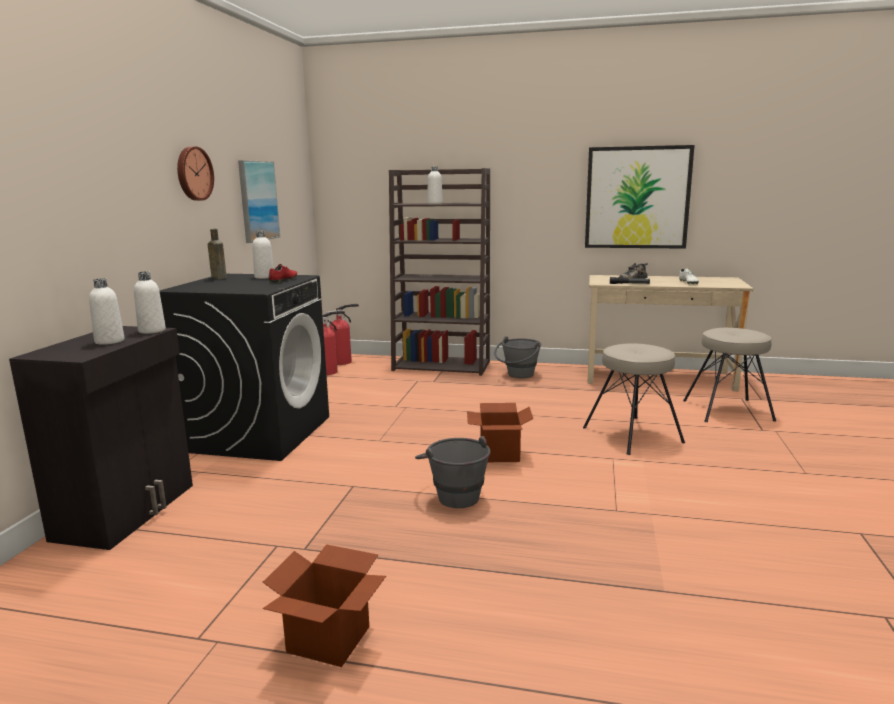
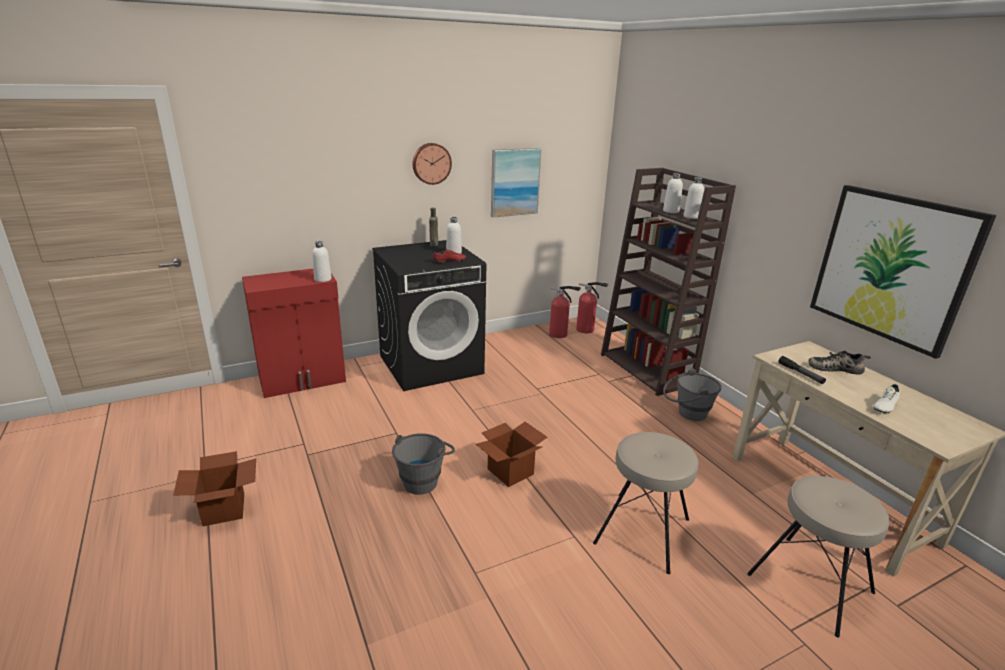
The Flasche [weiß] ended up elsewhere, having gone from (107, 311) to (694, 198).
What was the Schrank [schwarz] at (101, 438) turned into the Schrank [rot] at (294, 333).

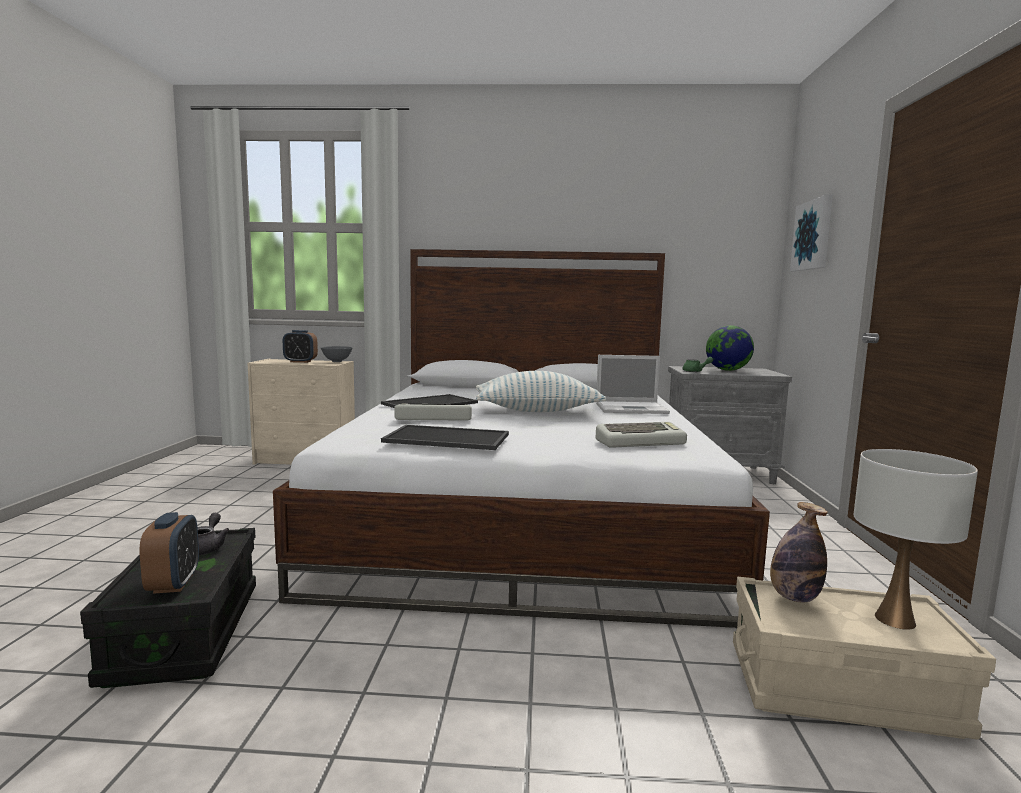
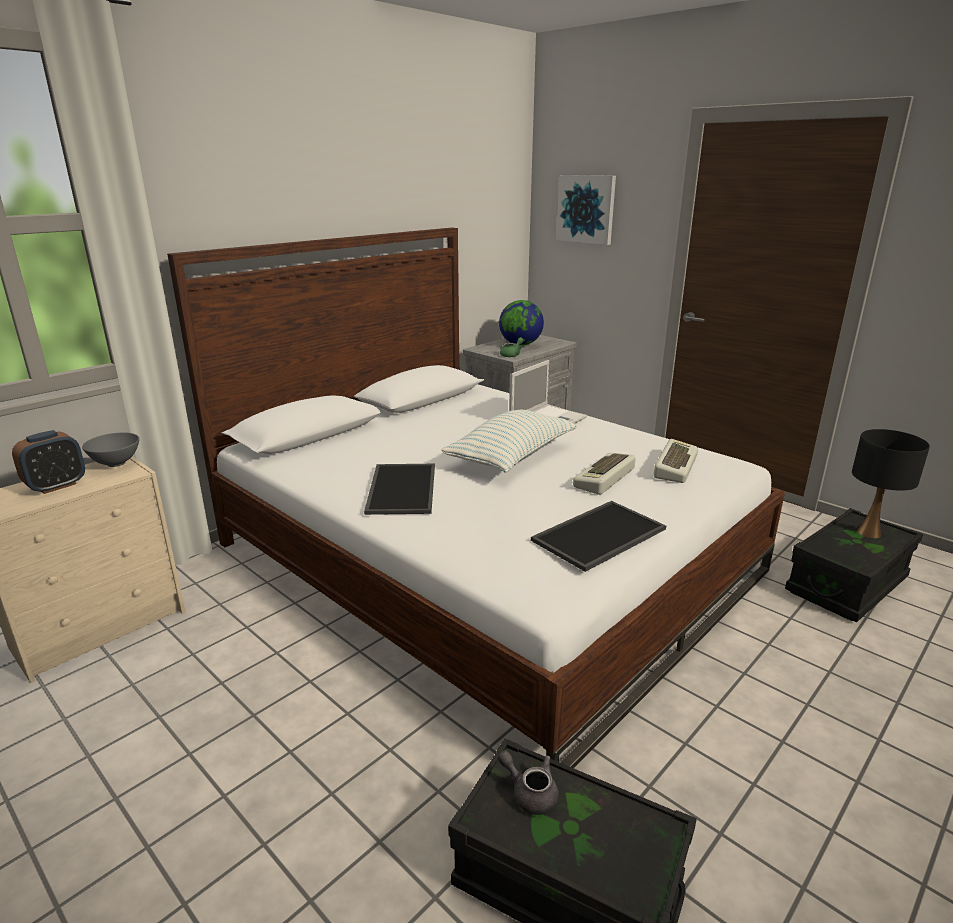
The second view lost the Wecker at (169, 553).
The second view lost the Flasche at (799, 552).
The Tastatur ended up elsewhere, having gone from (433, 412) to (604, 474).
What was the Aufbewahrungsbox [beige] at (864, 658) turned into the Aufbewahrungsbox [schwarz] at (854, 565).
What was the Tischlampe [weiß] at (916, 539) turned into the Tischlampe [schwarz] at (891, 483).

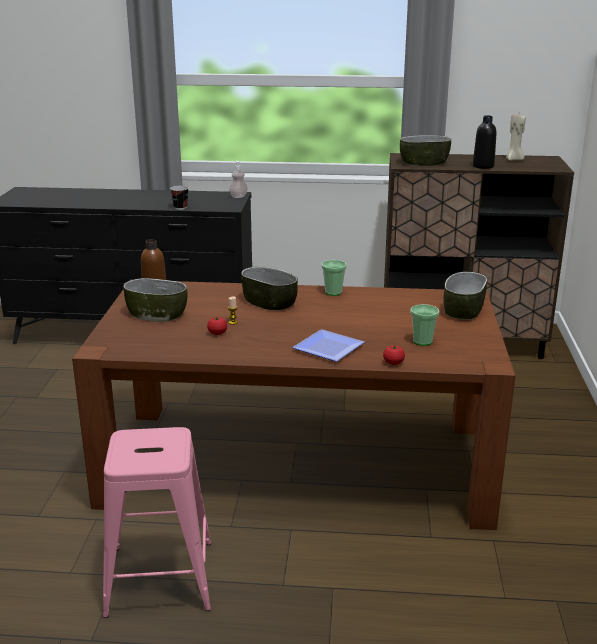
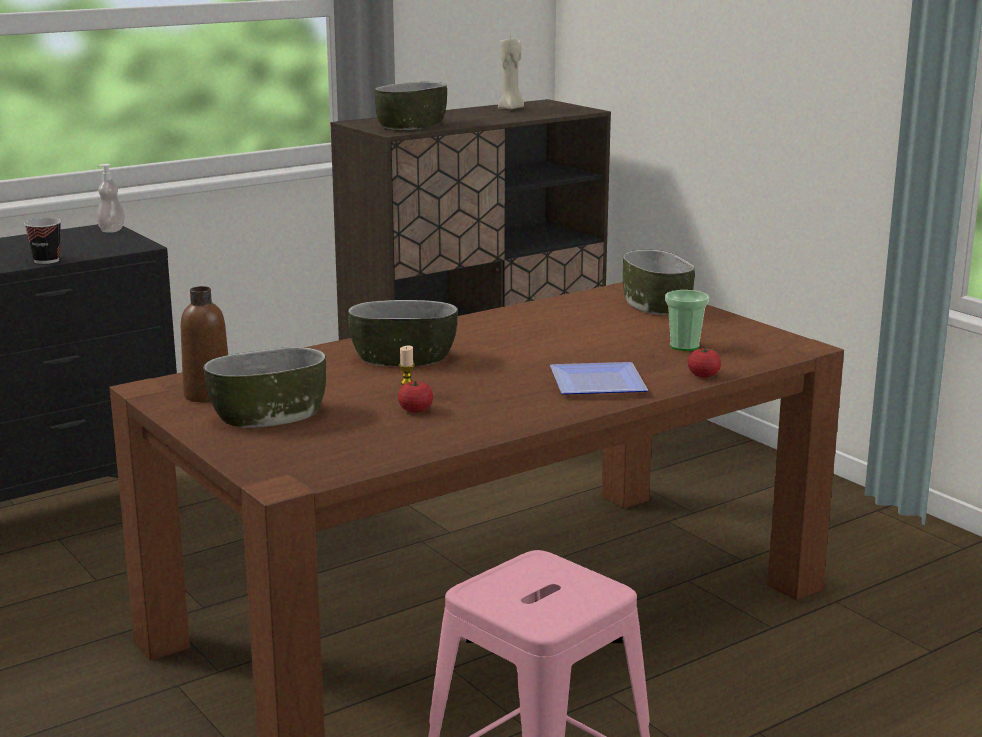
The second view lost the Tasse at (334, 278).
The second view lost the Flasche [schwarz] at (484, 142).

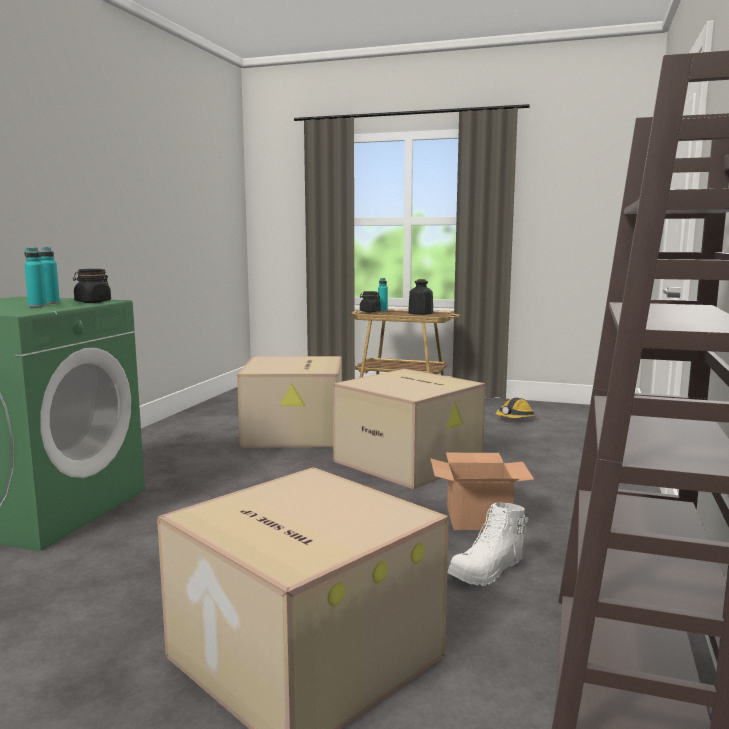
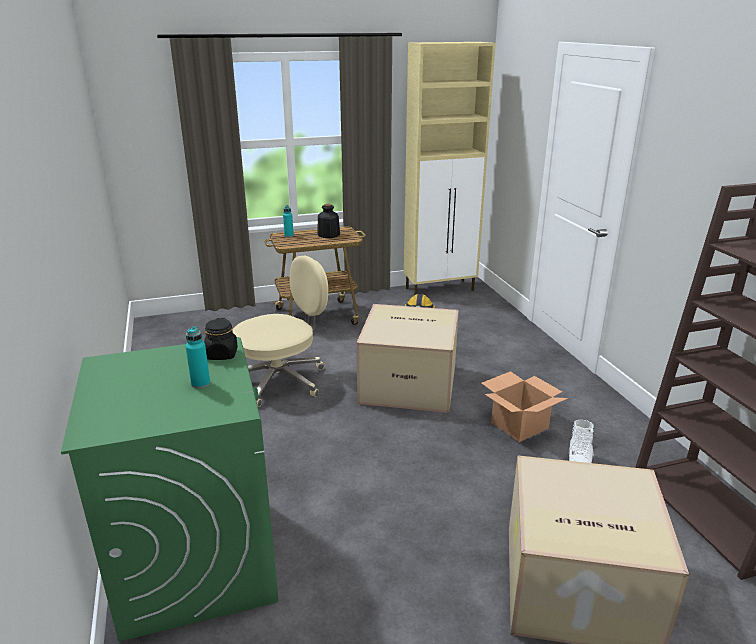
The second view lost the Flasche [türkis] at (50, 275).
The second view lost the Vorratsglas [schwarz] at (370, 301).
The second view gained the Schrank [beige] at (450, 168).
Where the Karton stood at (289, 402), the Bürostuhl [beige] came to stand at (280, 331).

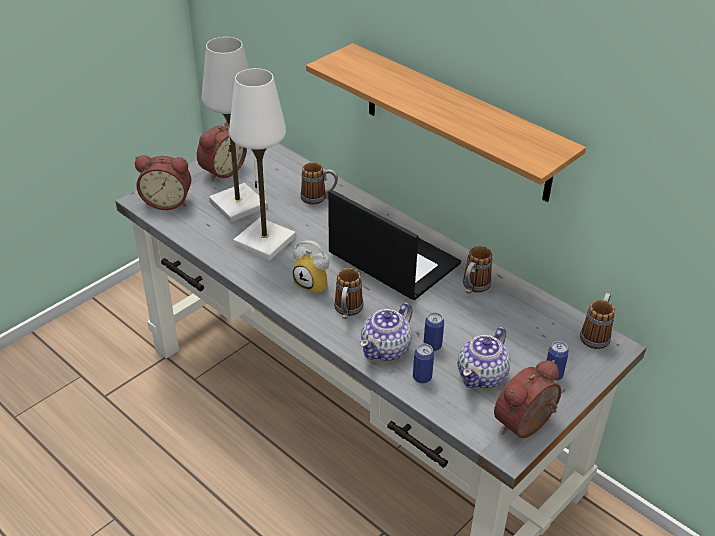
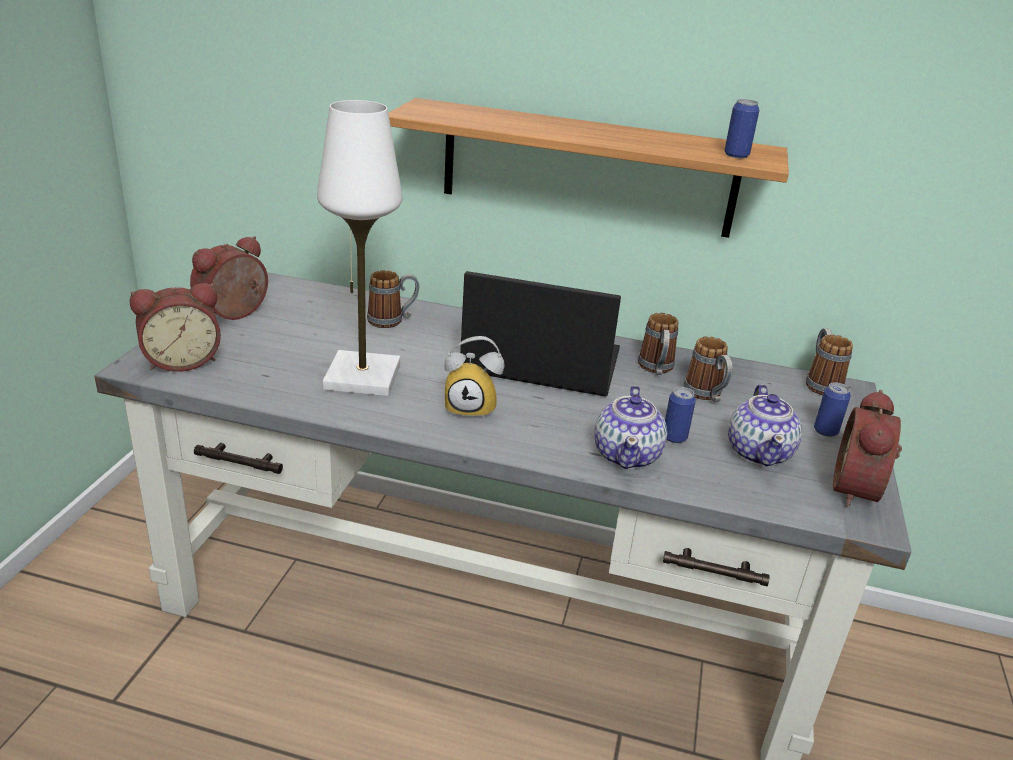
The second view lost the Tischlampe [weiß] at (234, 130).
The Henkelbecher ended up elsewhere, having gone from (348, 293) to (708, 369).
The Dose ended up elsewhere, having gone from (423, 363) to (741, 128).
The Wecker at (222, 151) ended up facing another way, 150 degrees counterclockwise from before.

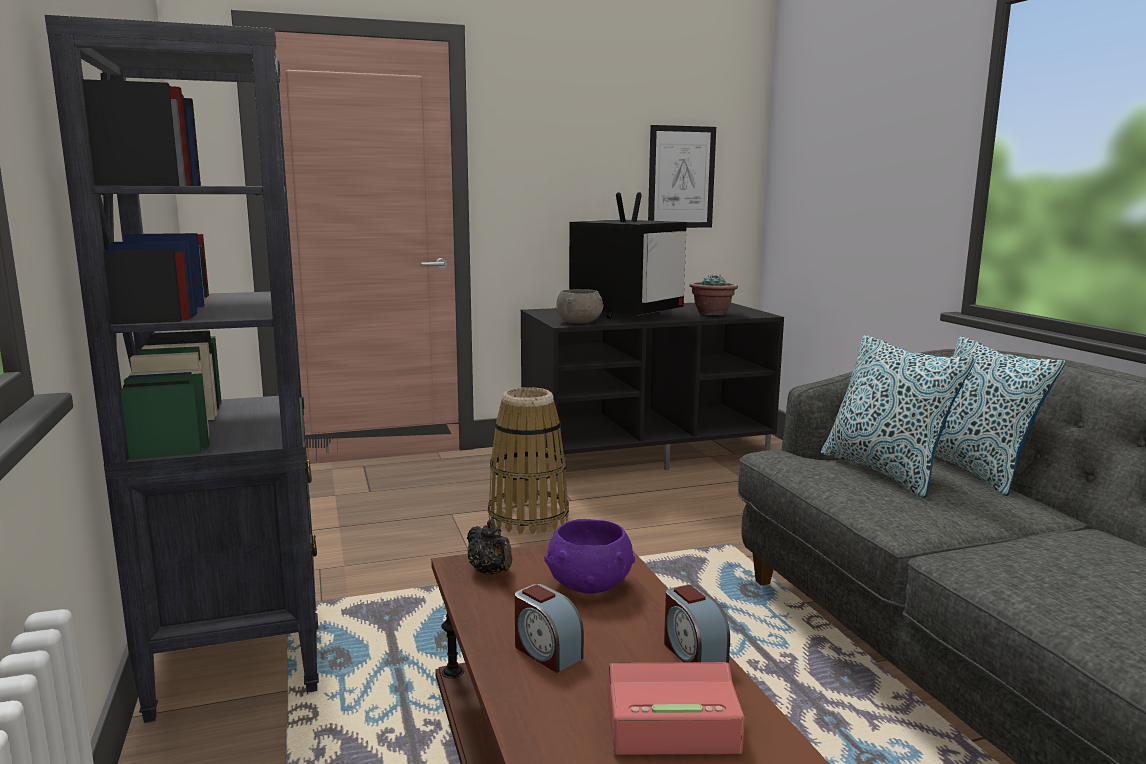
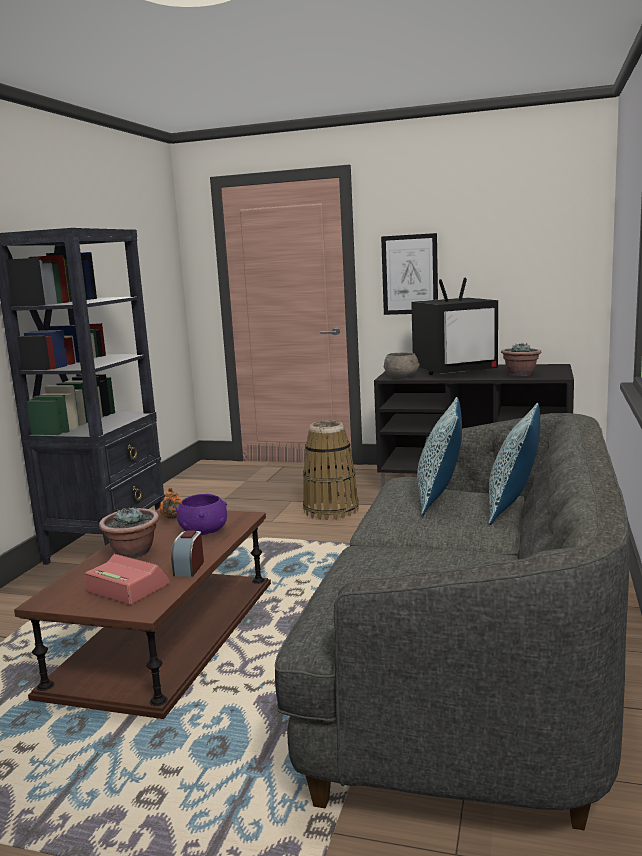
The Bild ended up elsewhere, having gone from (682, 176) to (409, 274).
Where the Wecker stood at (549, 628), the Topfpflanze came to stand at (129, 532).
What was the Teekanne [schwarz] at (489, 547) turned into the Teekanne [orange] at (170, 503).

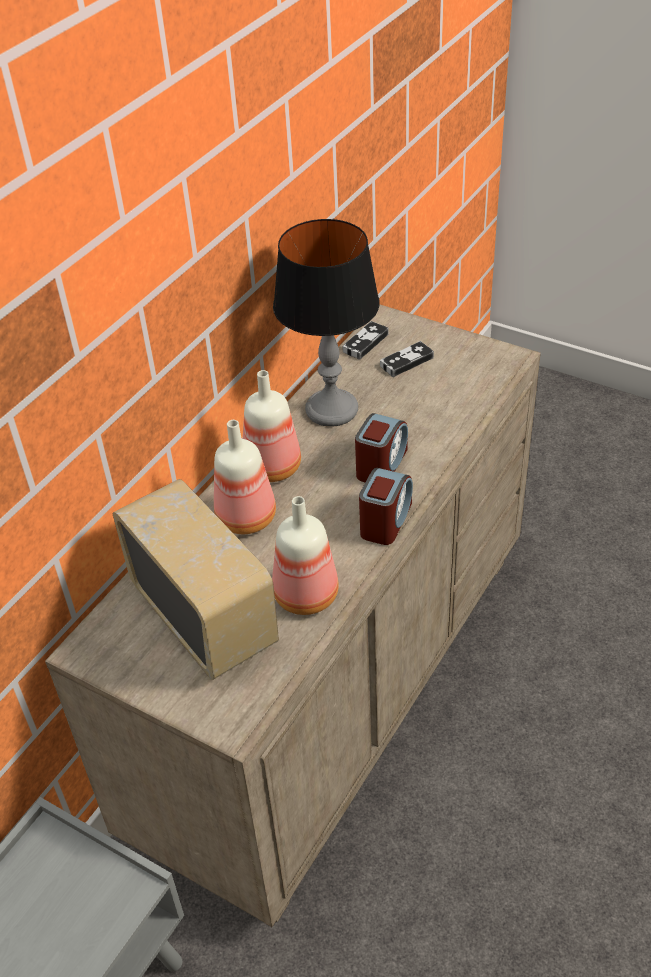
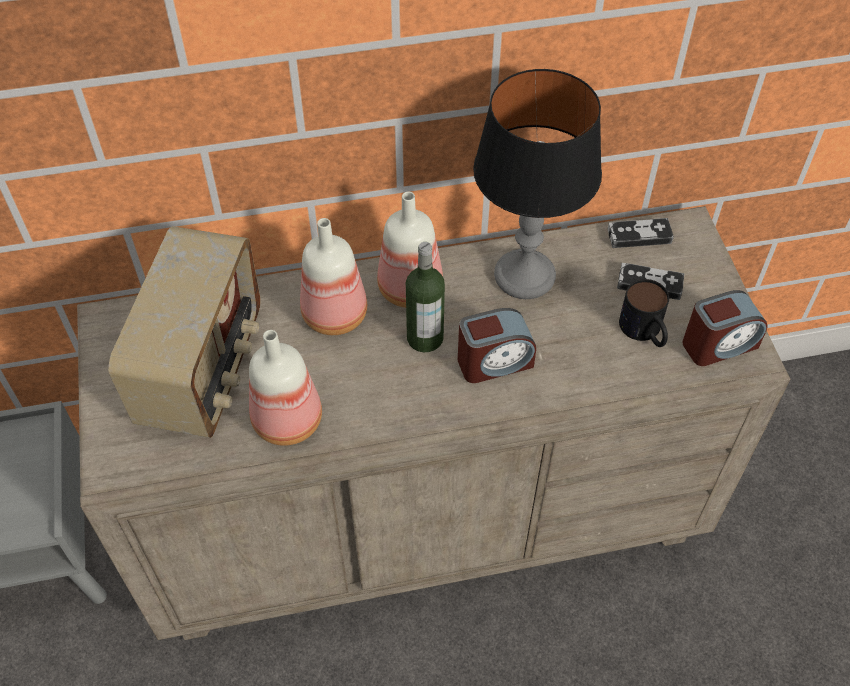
The second view gained the Flasche at (425, 297).
The second view gained the Henkelbecher at (644, 313).
The Wecker ended up elsewhere, having gone from (386, 506) to (725, 328).

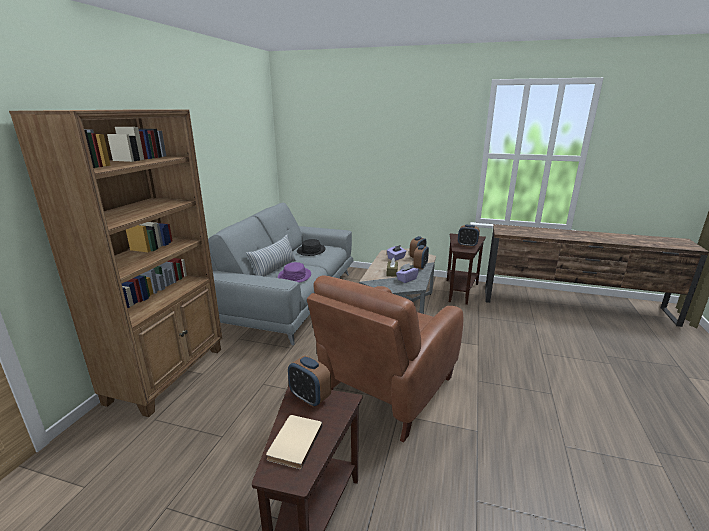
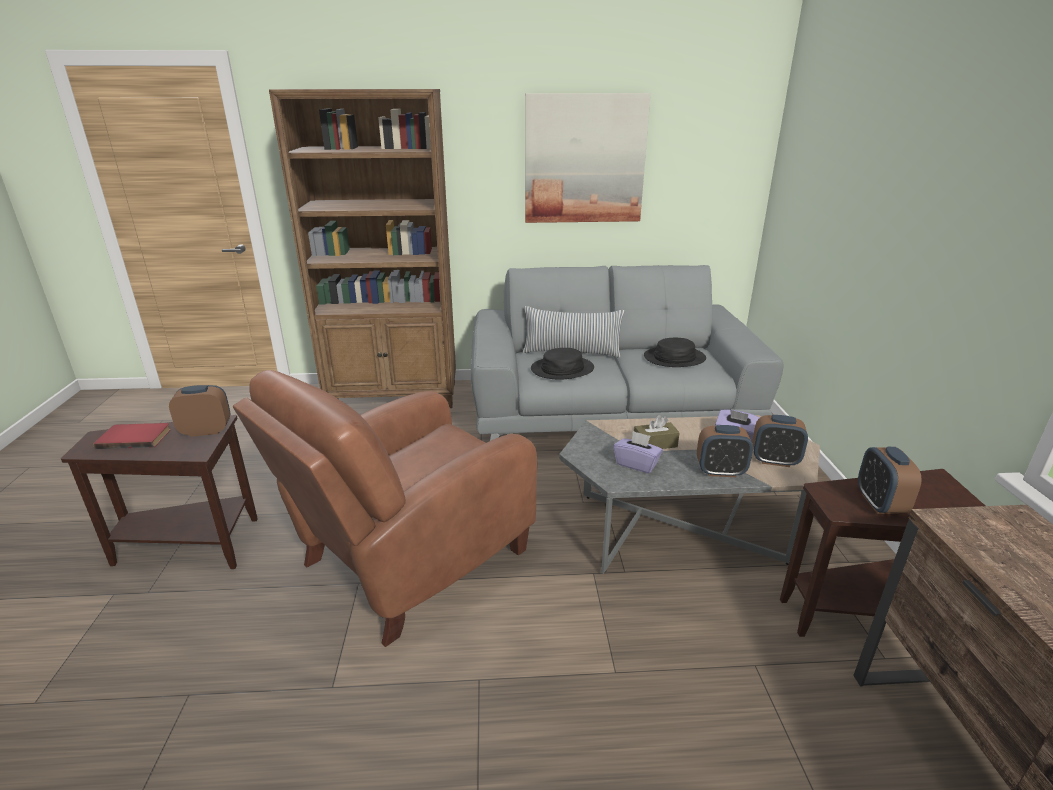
The second view gained the Bild at (588, 158).
What was the Buch [beige] at (294, 442) turned into the Buch [rot] at (132, 436).
What was the Hut [lila] at (294, 272) turned into the Hut [schwarz] at (562, 364).
The Wecker at (309, 381) ended up facing another way, 60 degrees clockwise from before.
The Sessel [braun] at (385, 358) ended up facing another way, 60 degrees counterclockwise from before.

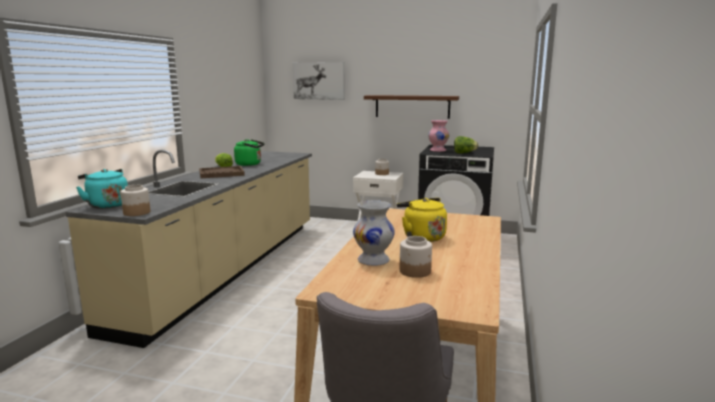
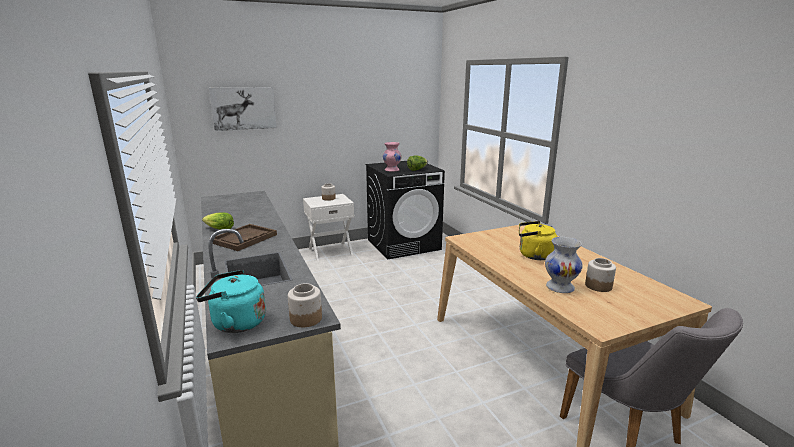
The second view lost the Wasserkessel [grün] at (249, 152).
The second view lost the Wandregal [braun] at (411, 107).

